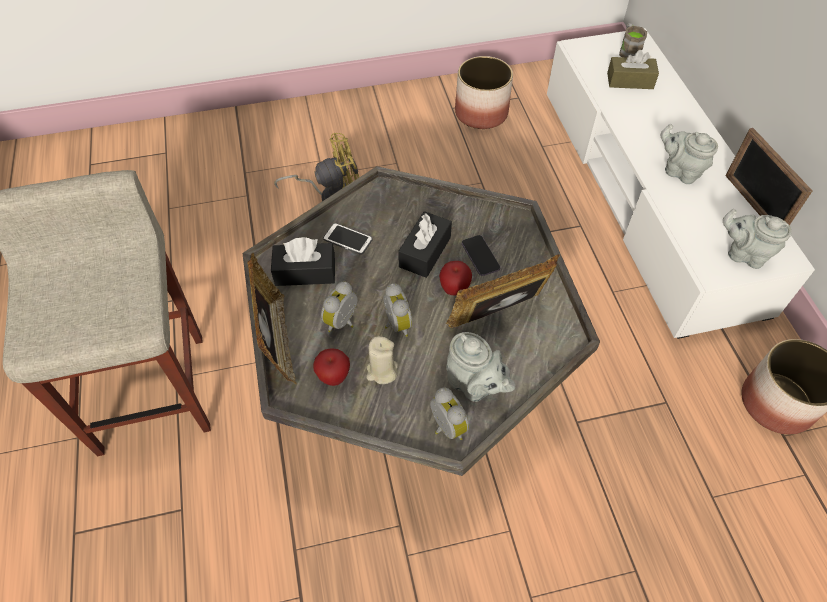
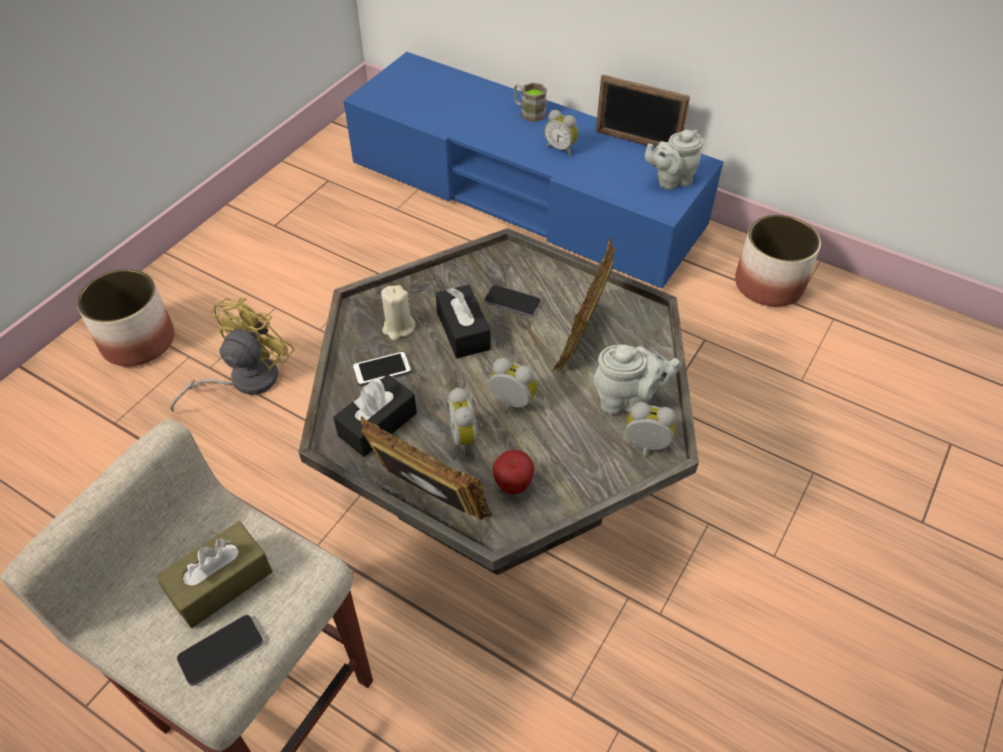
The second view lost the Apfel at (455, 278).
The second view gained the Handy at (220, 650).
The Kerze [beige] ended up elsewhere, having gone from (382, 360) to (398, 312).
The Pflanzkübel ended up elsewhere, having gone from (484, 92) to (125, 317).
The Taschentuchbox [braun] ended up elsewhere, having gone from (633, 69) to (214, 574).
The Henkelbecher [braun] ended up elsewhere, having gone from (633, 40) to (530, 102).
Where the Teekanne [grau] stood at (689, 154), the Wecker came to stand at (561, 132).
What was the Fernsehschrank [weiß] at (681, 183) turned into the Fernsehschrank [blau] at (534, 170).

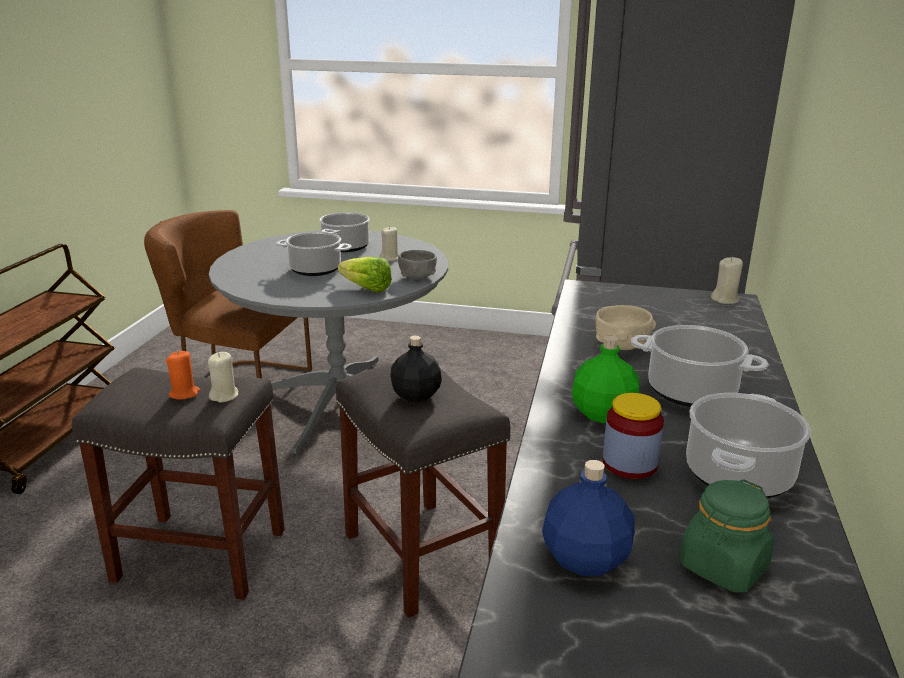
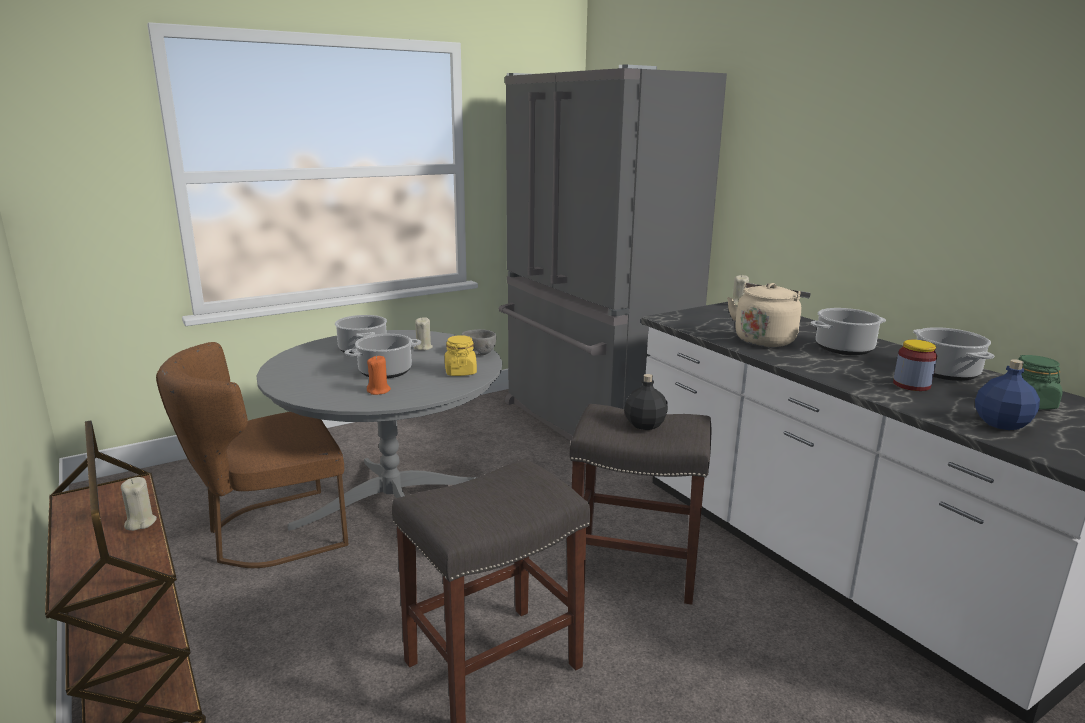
The second view lost the Flasche [grün] at (605, 379).
The Kerze [orange] ended up elsewhere, having gone from (183, 375) to (379, 375).
The Kerze [beige] ended up elsewhere, having gone from (223, 377) to (139, 504).
Where the Salatkopf stood at (365, 275), the Vorratsglas [gelb] came to stand at (461, 355).
Where the Schüssel [beige] stood at (626, 327), the Wasserkessel [beige] came to stand at (769, 315).

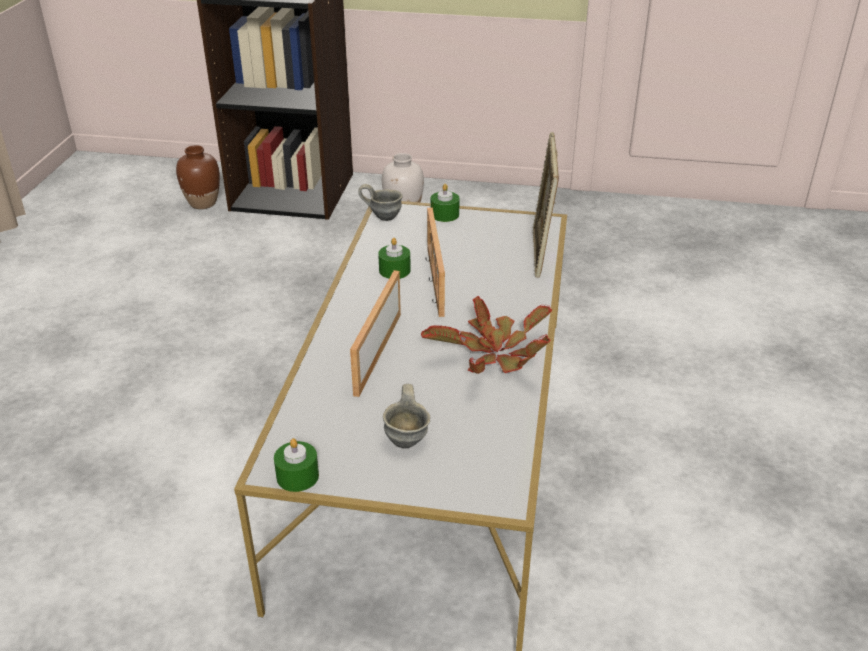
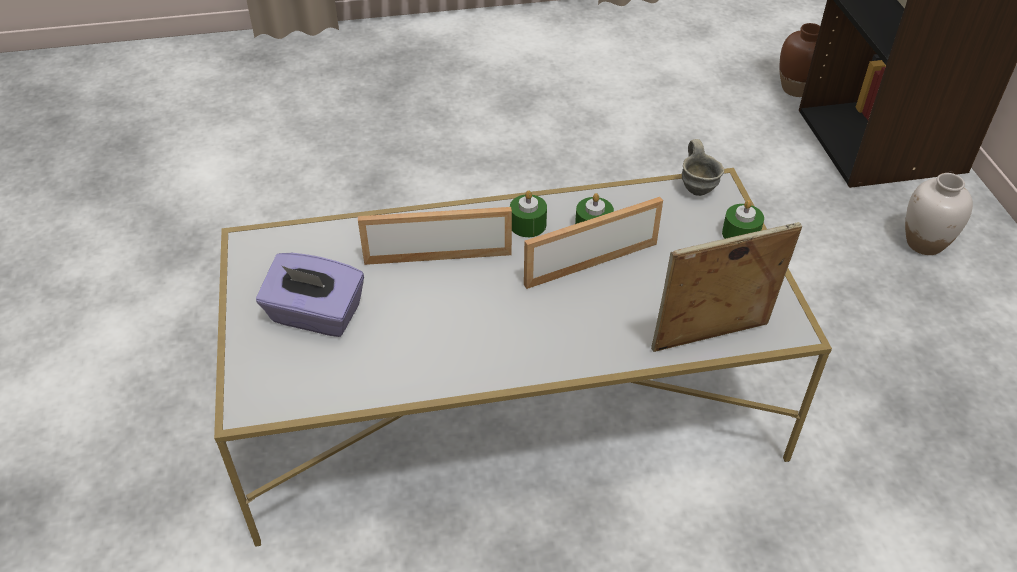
The second view lost the Topfpflanze at (487, 335).
The Kerze [grün] ended up elsewhere, having gone from (296, 465) to (528, 213).
Where the Henkelbecher [grau] stood at (406, 416), the Taschentuchbox [lila] came to stand at (310, 295).

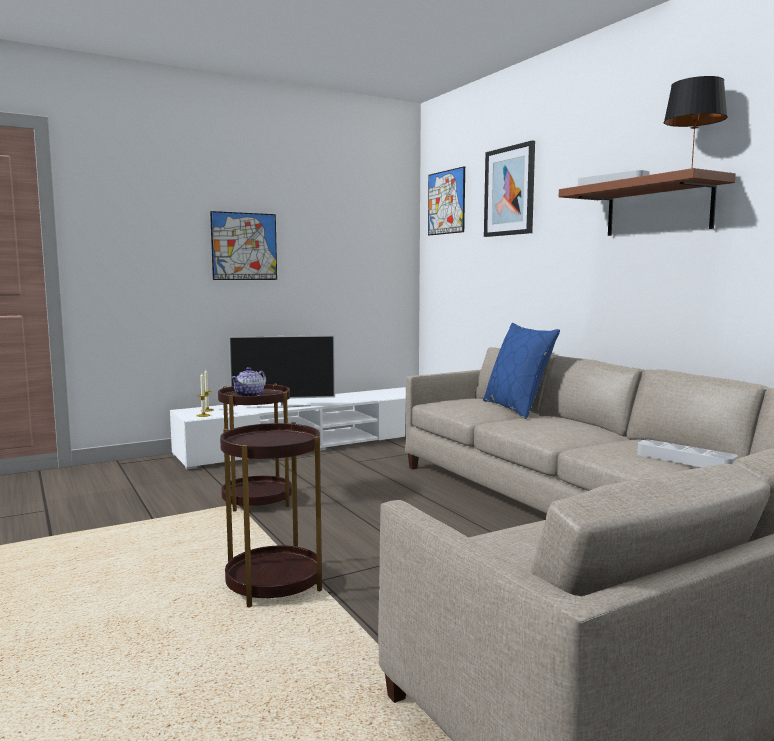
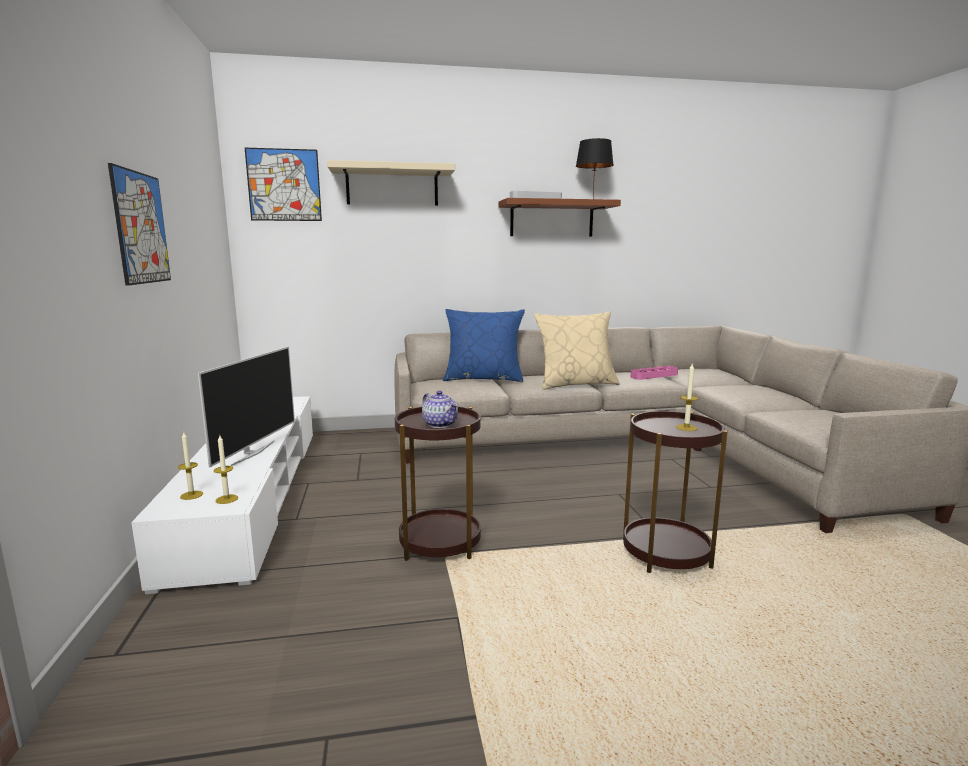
The second view gained the Kissen [beige] at (576, 350).
The second view gained the Kerze at (687, 397).
Where the Bild hung at (509, 188), the Wandregal [beige] came to hang at (391, 183).
What was the Tablett [grau] at (687, 453) turned into the Tablett [rosa] at (654, 373).

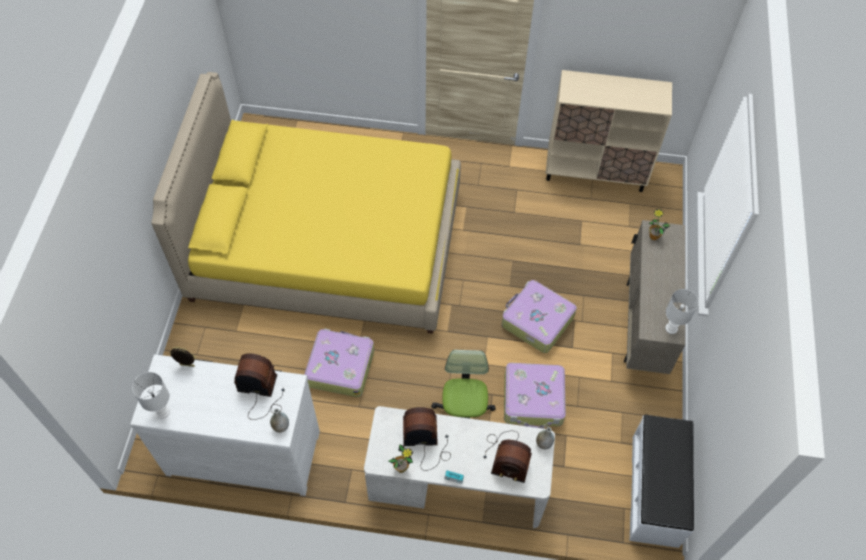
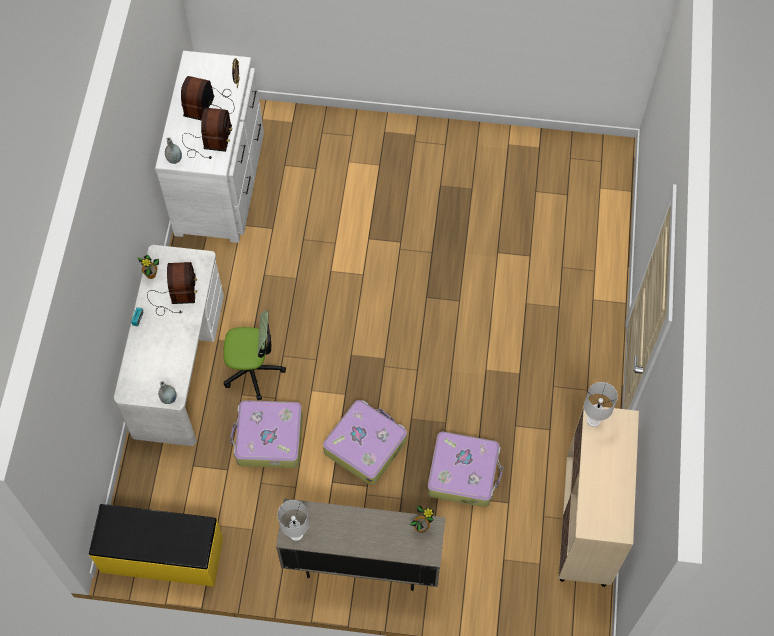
The second view lost the Bett [gelb] at (306, 203).
The Tischlampe [weiß] ended up elsewhere, having gone from (151, 395) to (601, 404).
The Koffer ended up elsewhere, having gone from (339, 362) to (465, 469).
The Radio ended up elsewhere, having gone from (508, 457) to (207, 98).
What was the Bank [weiß] at (661, 481) turned into the Bank [gelb] at (156, 545).

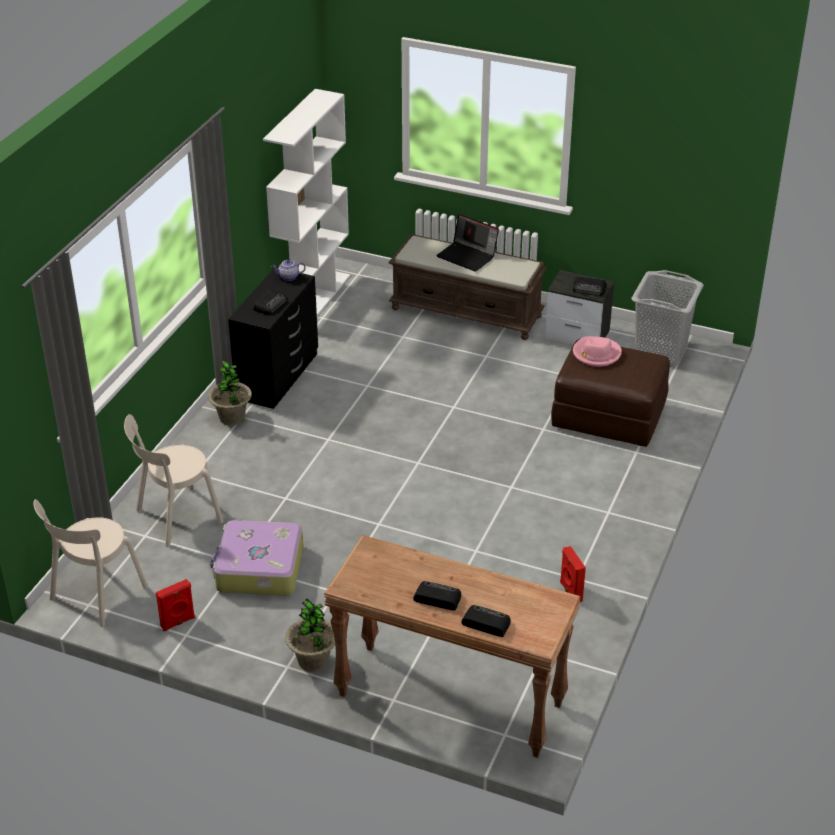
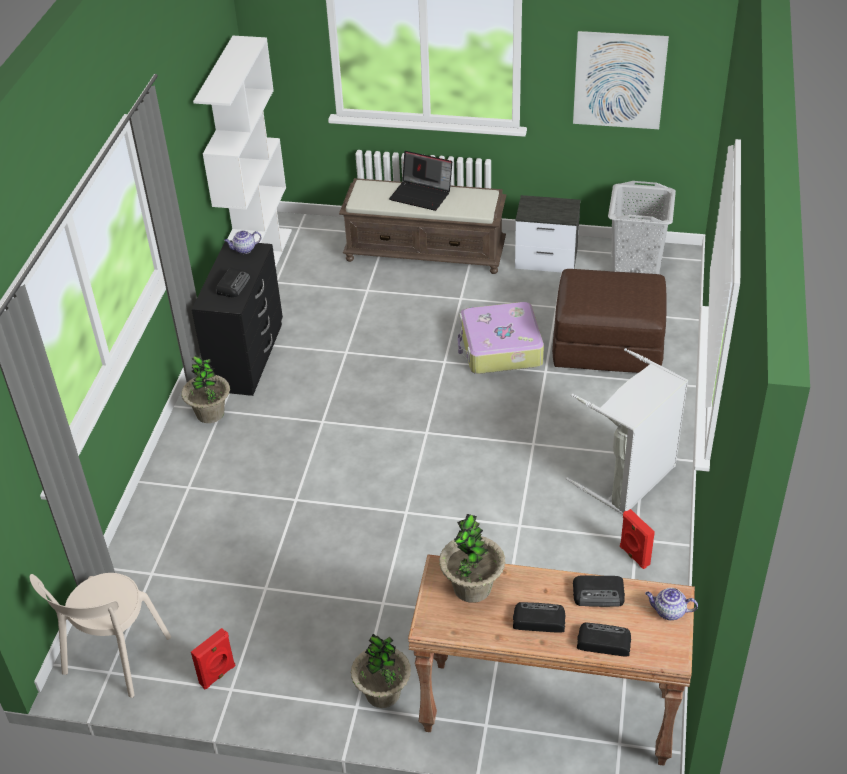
The second view lost the Stuhl [beige] at (173, 480).
The second view lost the Hut [rosa] at (597, 351).
The second view gained the Topfpflanze at (472, 558).
The second view gained the Wäschekorb [grau] at (627, 431).
The second view gained the Bild at (621, 80).
The second view gained the Teekanne at (671, 604).
The Koffer ended up elsewhere, having gone from (256, 558) to (500, 338).
The Radio ended up elsewhere, having gone from (589, 286) to (599, 591).

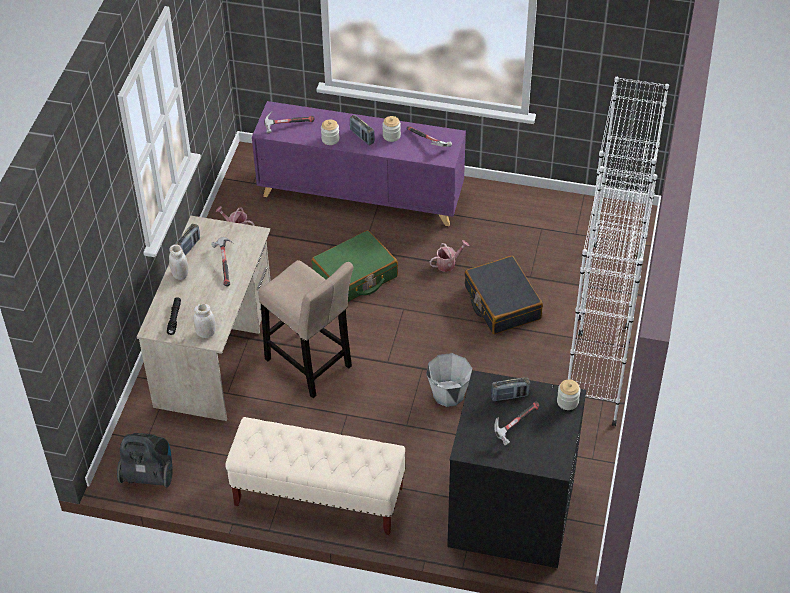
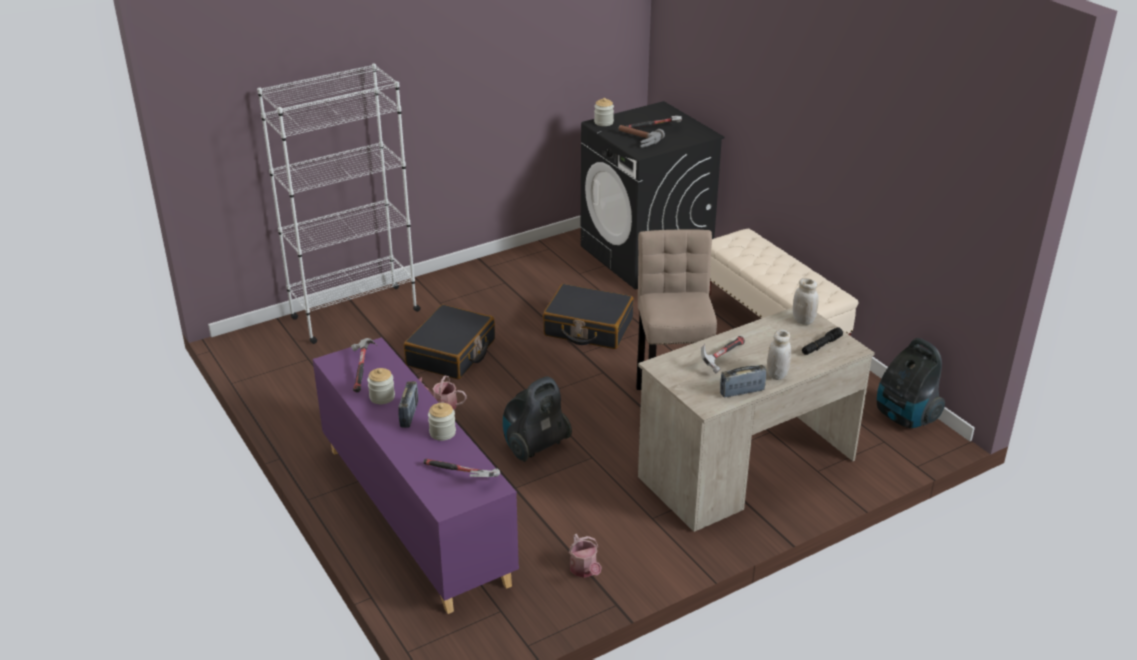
The second view lost the Bücherregal [weiß] at (612, 296).
Where the Koffer [grün] stood at (355, 266), the Staubsauger came to stand at (537, 419).
Where the Eimer [grau] stood at (449, 380), the Koffer [schwarz] came to stand at (588, 316).
Where the Radio stood at (510, 389), the Hammer came to stand at (642, 136).

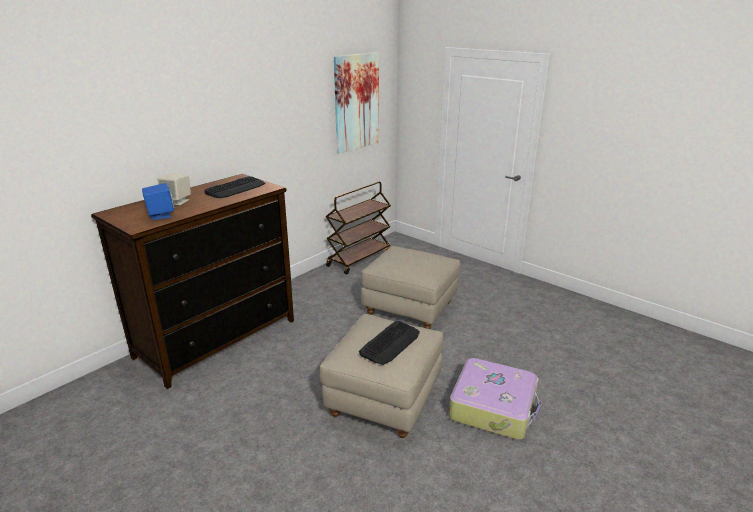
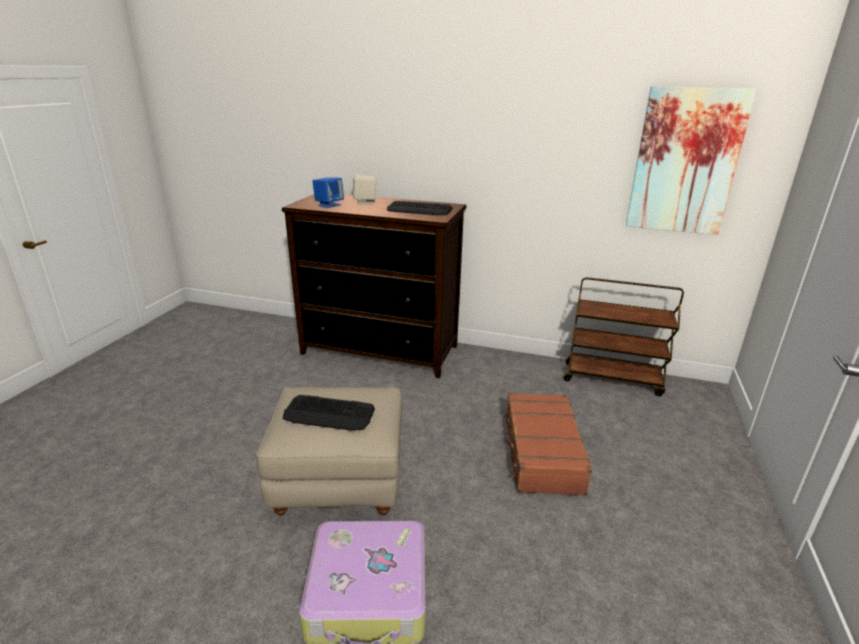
Where the Polsterhocker [beige] stood at (411, 287), the Koffer [braun] came to stand at (547, 444).

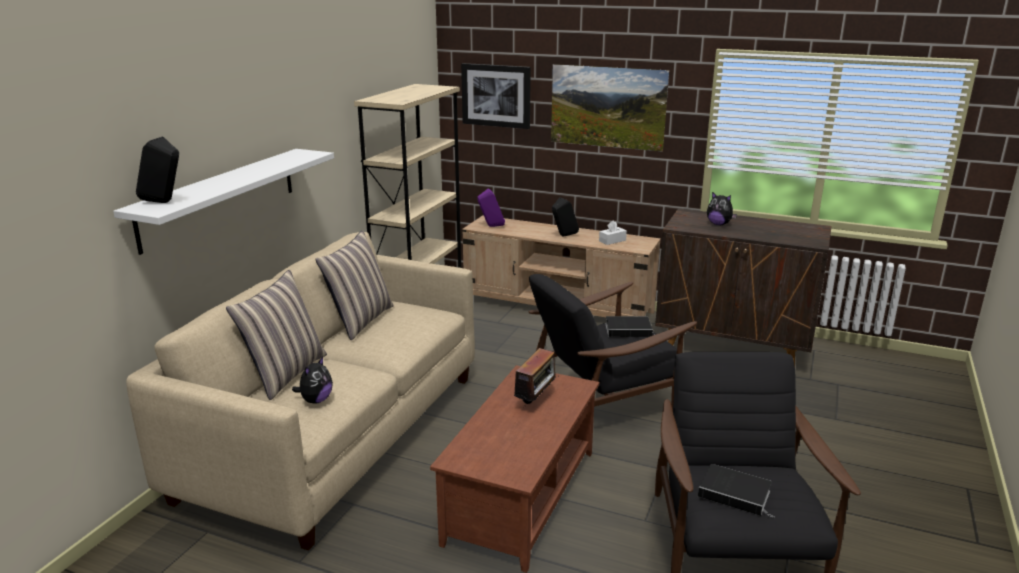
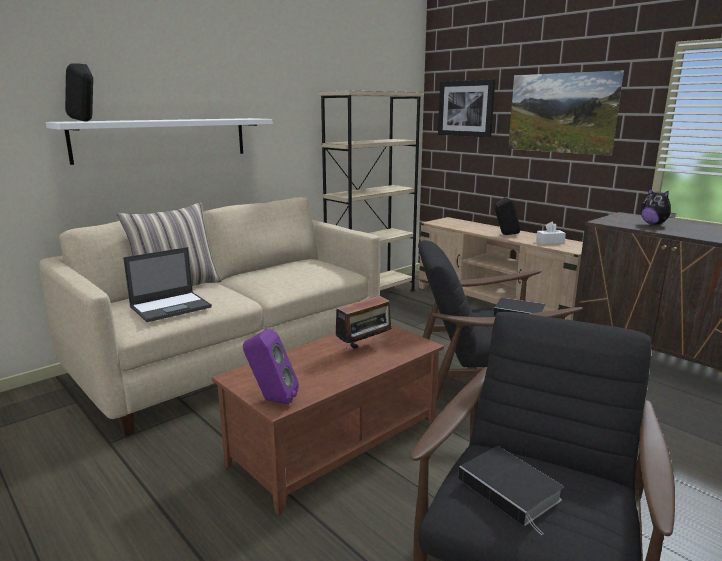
The second view lost the Kissen at (354, 285).
The Lautsprecher [lila] ended up elsewhere, having gone from (491, 207) to (271, 366).
Where the Plüschtier stood at (312, 380), the Laptop came to stand at (167, 284).

